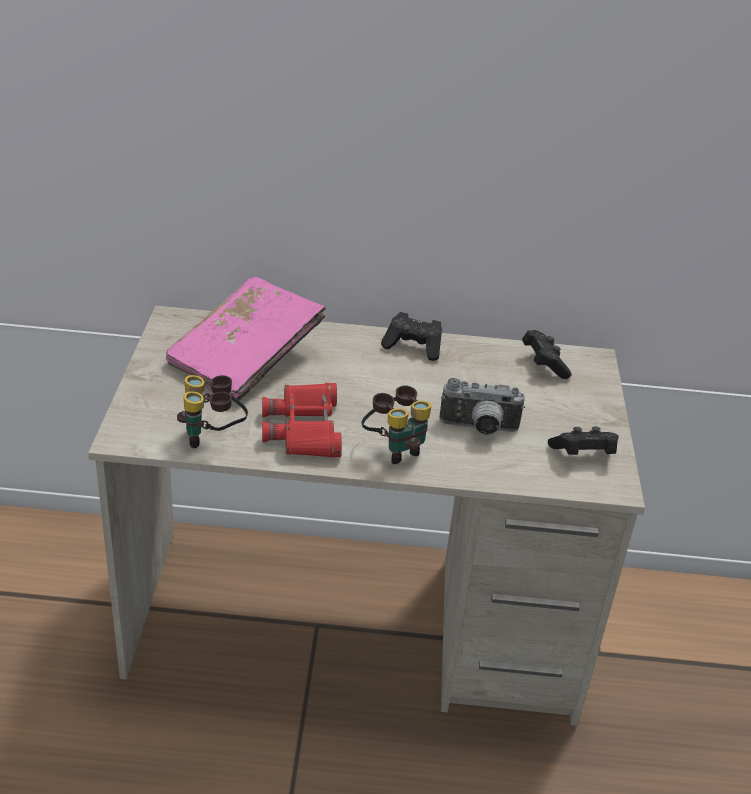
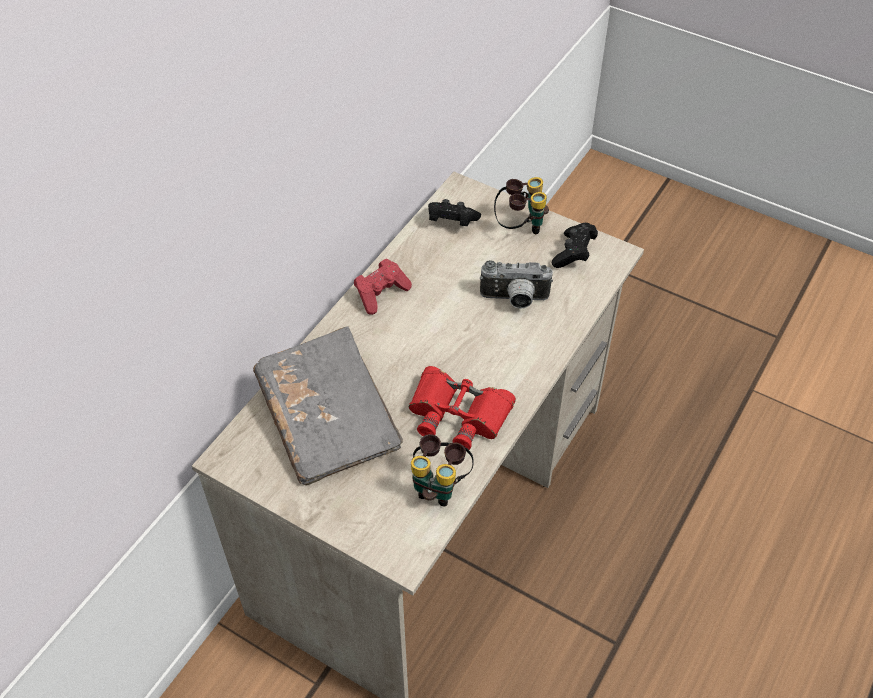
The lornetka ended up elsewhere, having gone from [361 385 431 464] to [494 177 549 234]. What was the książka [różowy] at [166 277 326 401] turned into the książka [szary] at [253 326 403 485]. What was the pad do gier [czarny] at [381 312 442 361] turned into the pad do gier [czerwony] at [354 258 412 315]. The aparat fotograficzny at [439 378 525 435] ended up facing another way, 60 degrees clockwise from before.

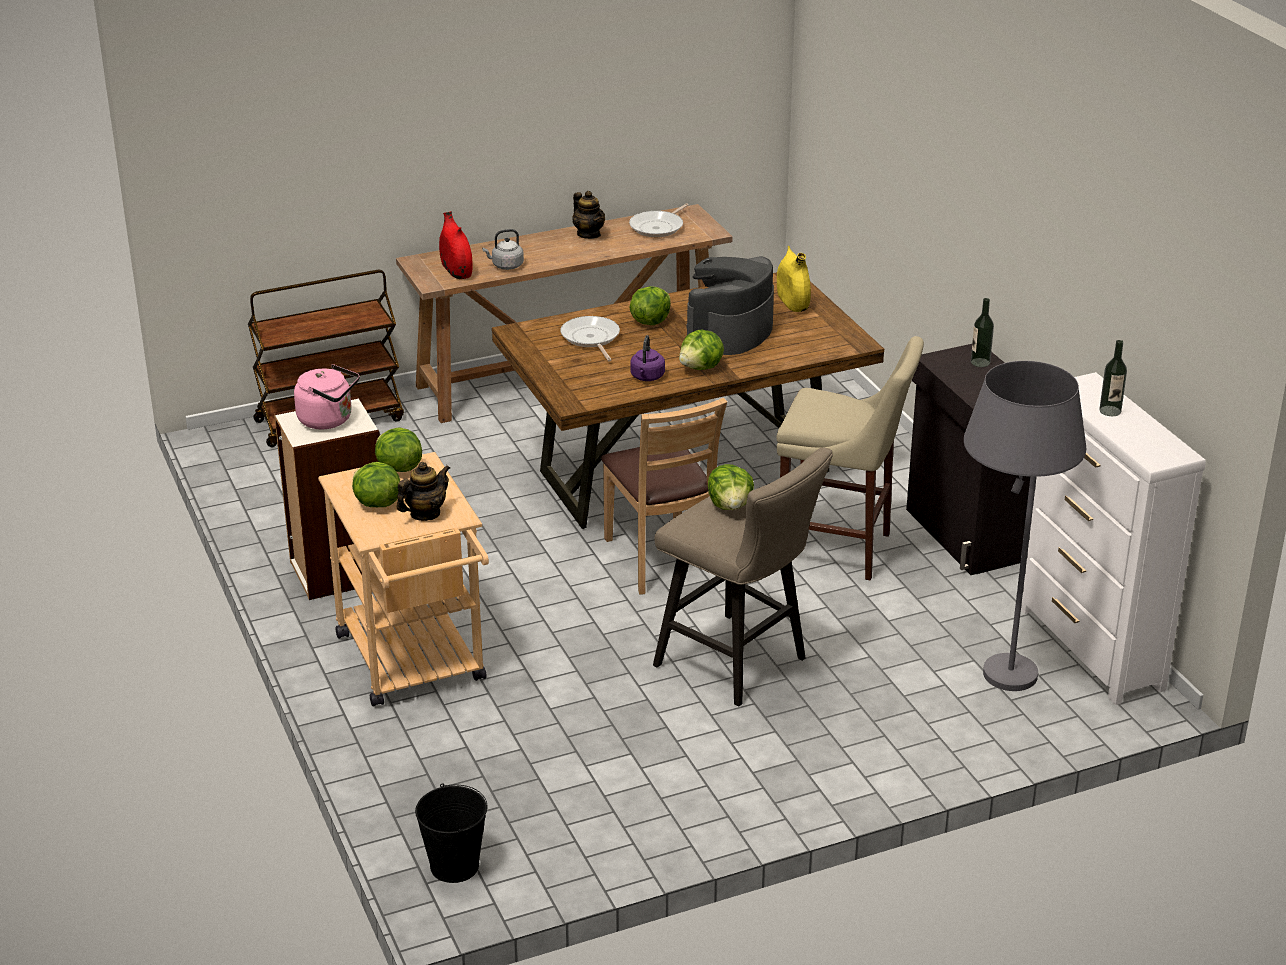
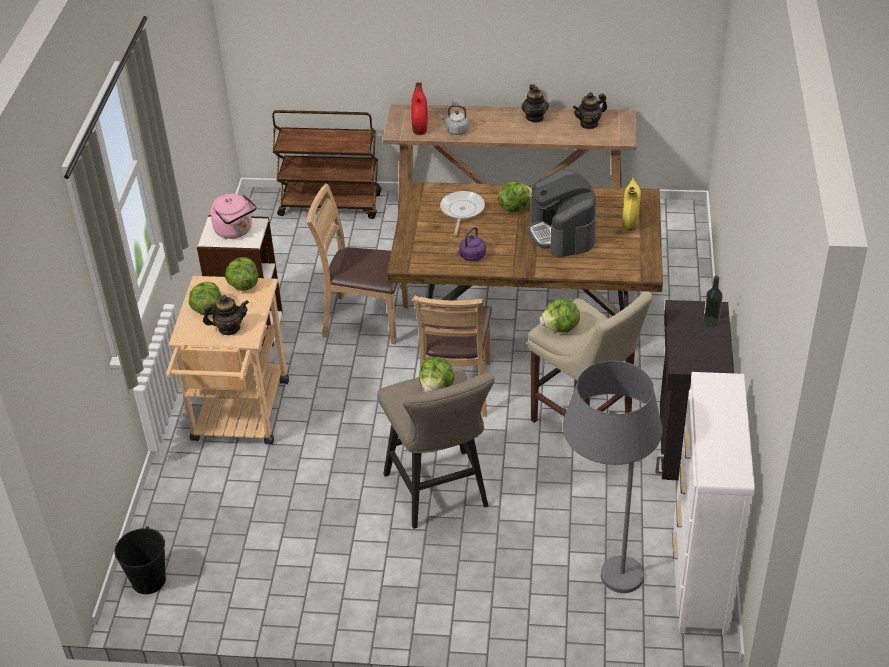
The second view lost the butelka at [1099 340 1127 416]. The second view gained the krzesło [brązowy] at [306 184 409 344]. The sałata ended up elsewhere, having gone from [679 330 724 370] to [540 299 580 333]. Where the patelnia stood at [629 203 689 237], the imbryk came to stand at [573 92 607 129]. The ekspres do kawy at [686 256 774 355] ended up facing another way, 75 degrees counterclockwise from before.

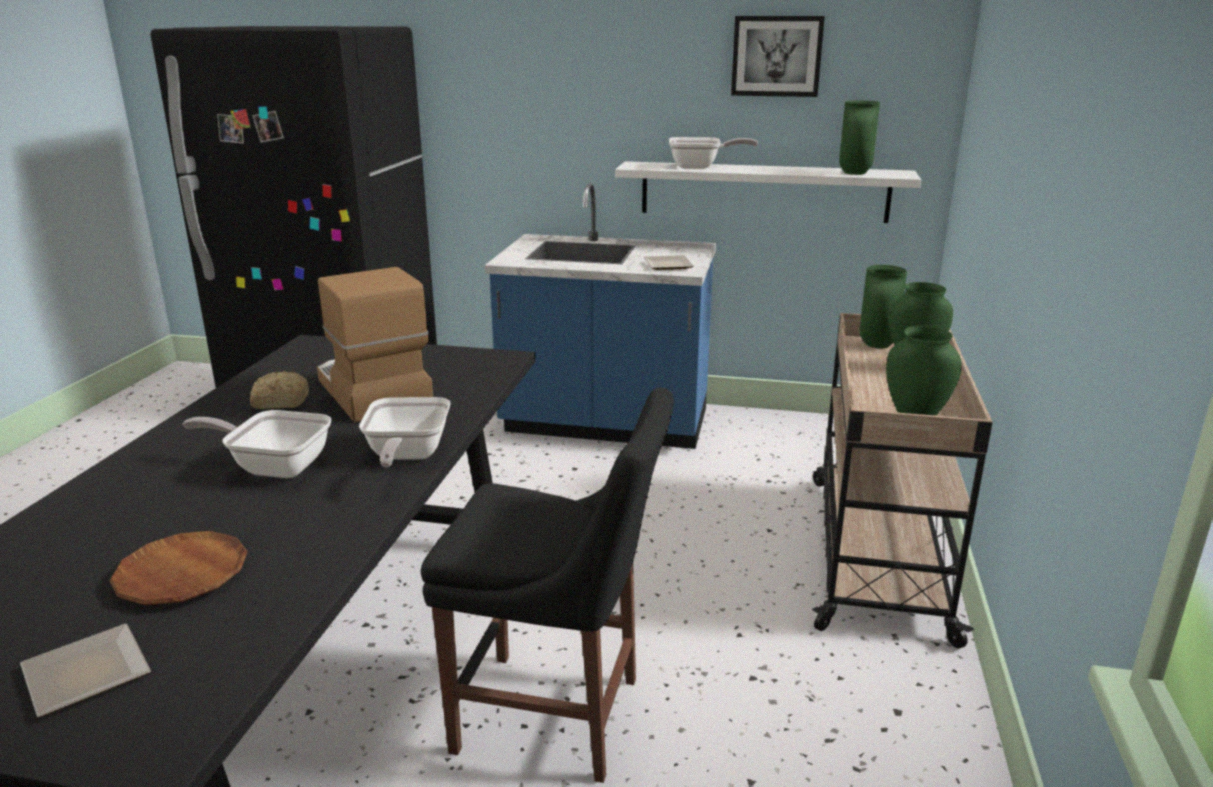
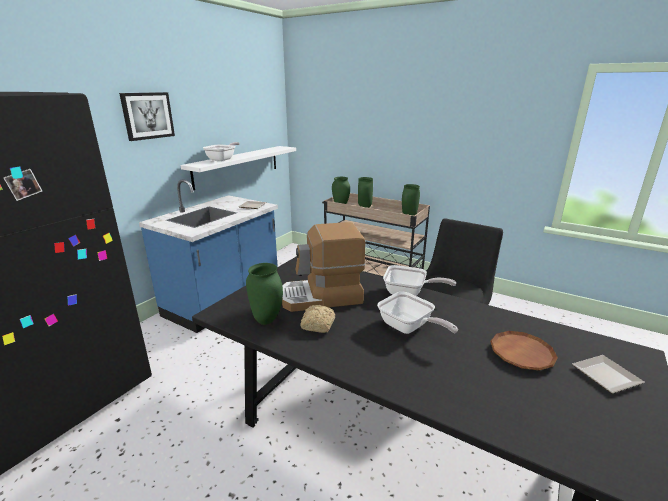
The obraz ended up elsewhere, having gone from [731 16 825 97] to [119 92 175 141]. The wazon [zielony] ended up elsewhere, having gone from [839 101 880 175] to [246 263 283 325]. The patelnia at [183 410 331 478] ended up facing another way, 75 degrees counterclockwise from before.

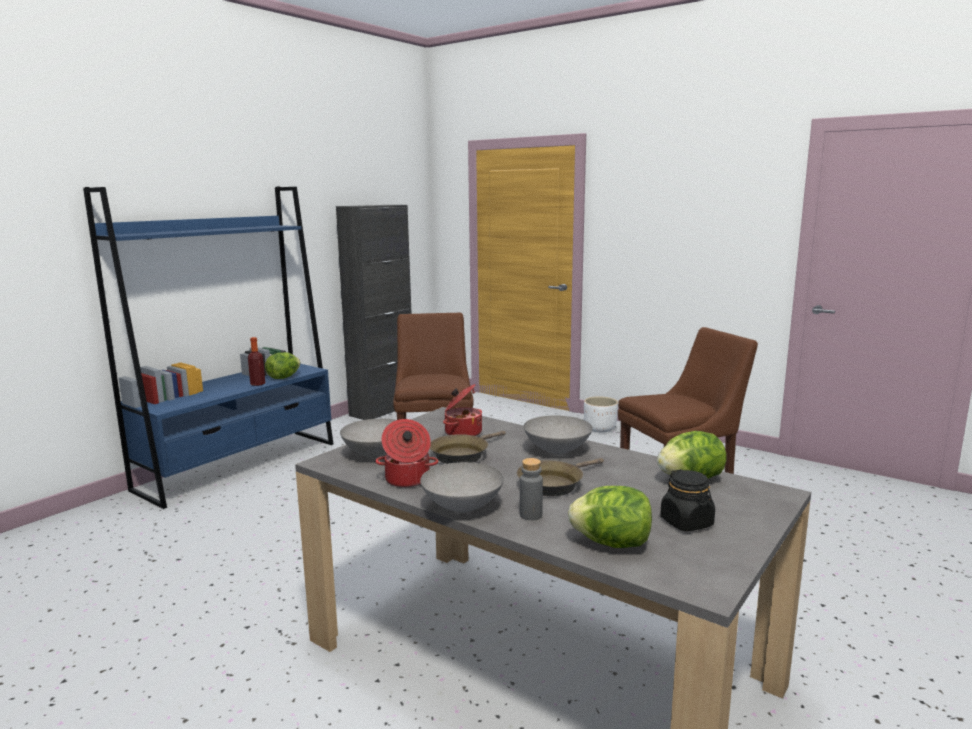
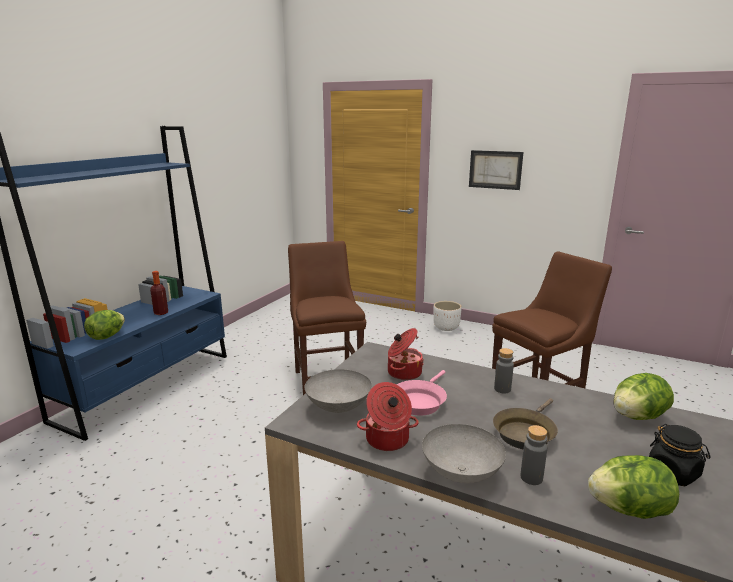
The second view lost the szafka [czarny] at [336 205 412 420]. The second view gained the obraz at [469 150 523 190]. The sałata ended up elsewhere, having gone from [265 352 301 379] to [84 310 125 340]. Where the miska [szary] stood at [524 415 593 455], the butelka [szary] came to stand at [494 348 514 393]. What was the patelnia [brązowy] at [430 431 506 464] turned into the patelnia [różowy] at [397 370 447 415].

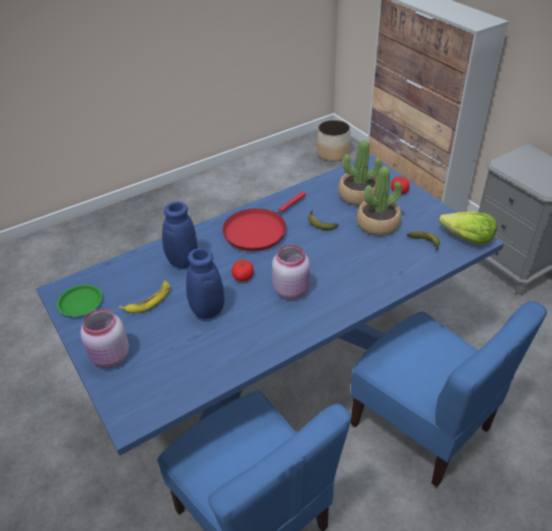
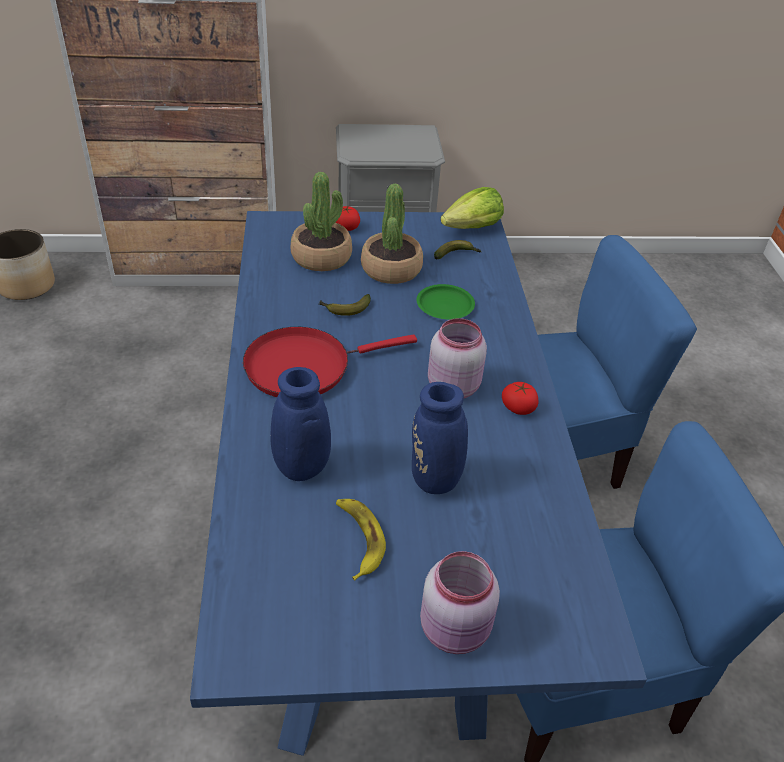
The talerz [zielony] ended up elsewhere, having gone from [57 284 103 316] to [416 284 475 319]. The pomidor ended up elsewhere, having gone from [232 260 254 281] to [502 382 539 415]. The patelnia [czerwony] at [222 192 306 251] ended up facing another way, 90 degrees clockwise from before.

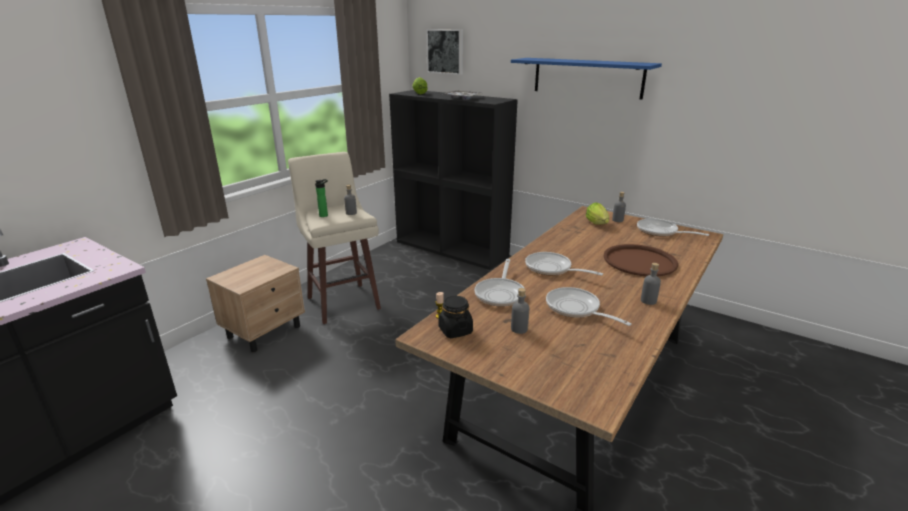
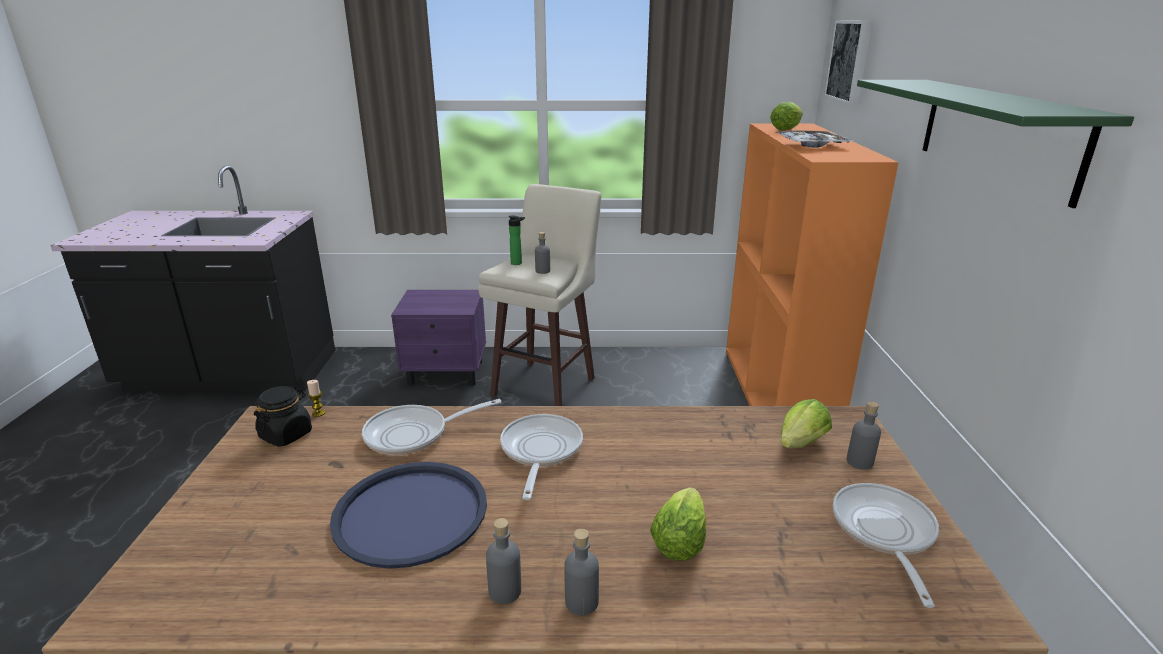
The butelka [szary] ended up elsewhere, having gone from [511 288 529 334] to [564 529 599 616]. Where the patelnia stood at [546 287 632 326], the taca [niebieski] came to stand at [330 462 487 569]. Where the taca [brązowy] stood at [604 244 678 276], the sałata came to stand at [650 487 706 561]. What was the szafka nocna [beżowy] at [206 255 305 352] turned into the szafka nocna [fioletowy] at [391 290 486 386]. What was the regał [czarny] at [389 90 518 270] turned into the regał [pomarańczowy] at [726 124 899 406]. What was the półka [niebieski] at [511 58 662 100] turned into the półka [zielony] at [857 80 1134 208].

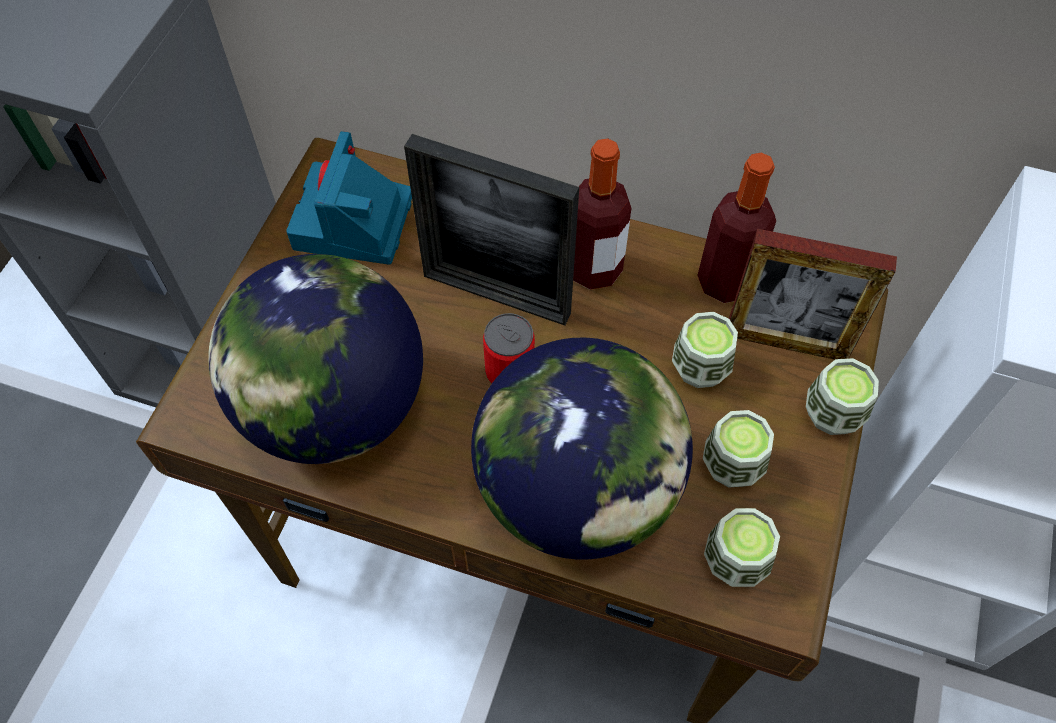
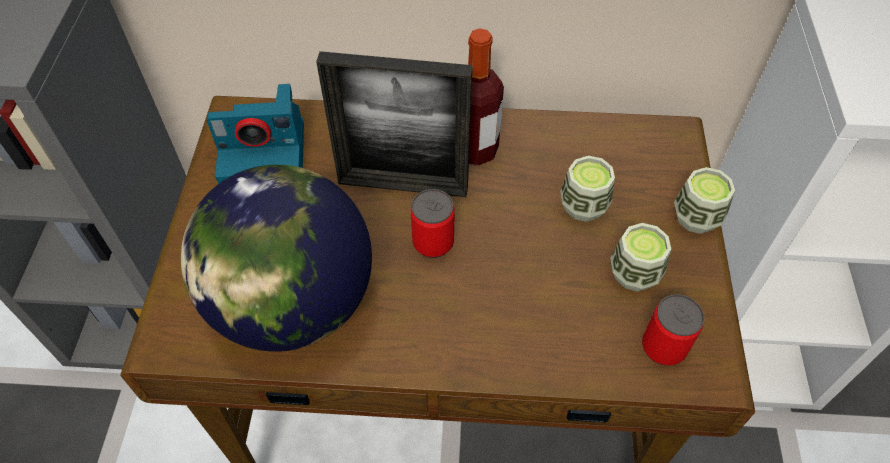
The second view lost the globus at [471 338 693 560]. The second view lost the butelka at [697 153 776 303]. The second view lost the ramka na zdjęcie at [729 229 897 360]. Where the filiżanka stood at [704 508 780 587], the puszka came to stand at [642 294 704 366]. The aparat fotograficzny at [286 131 412 265] ended up facing another way, 90 degrees counterclockwise from before.

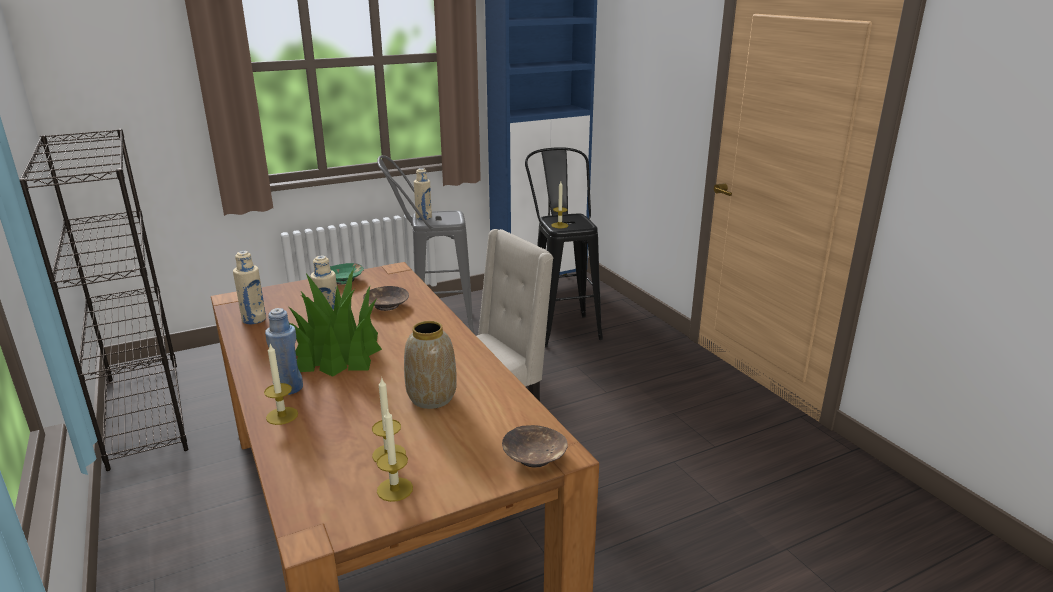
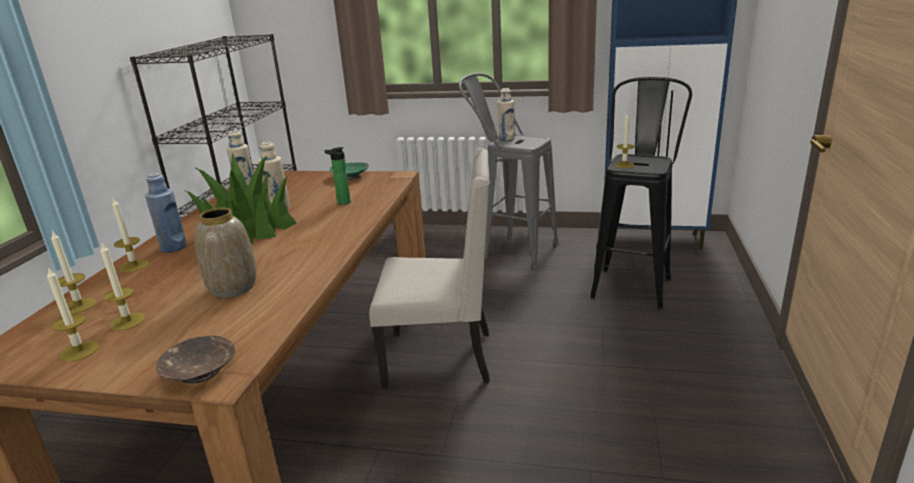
The second view gained the świeca at [51 230 97 314]. Where the miska [brązowy] stood at [363 286 409 311], the butelka came to stand at [324 147 351 205].

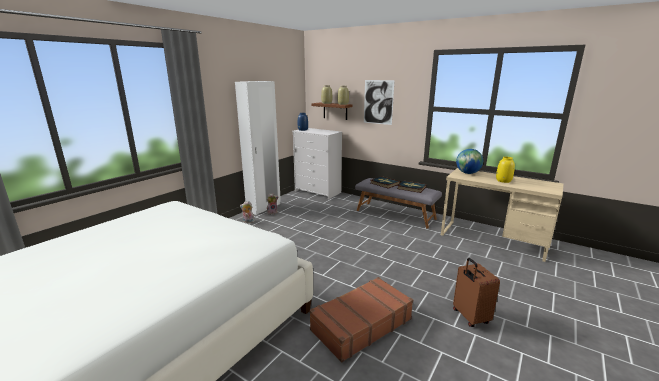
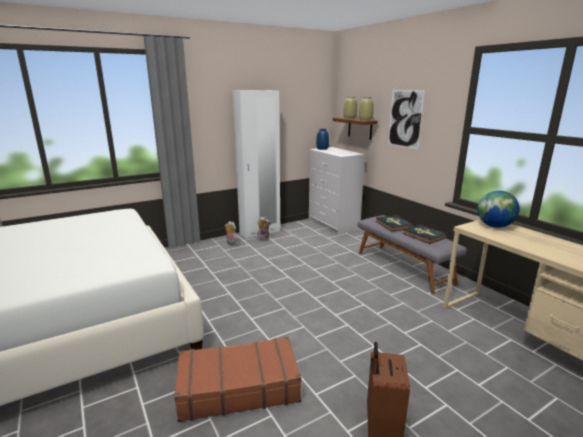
The second view lost the wazon [żółty] at [496 157 515 183].

